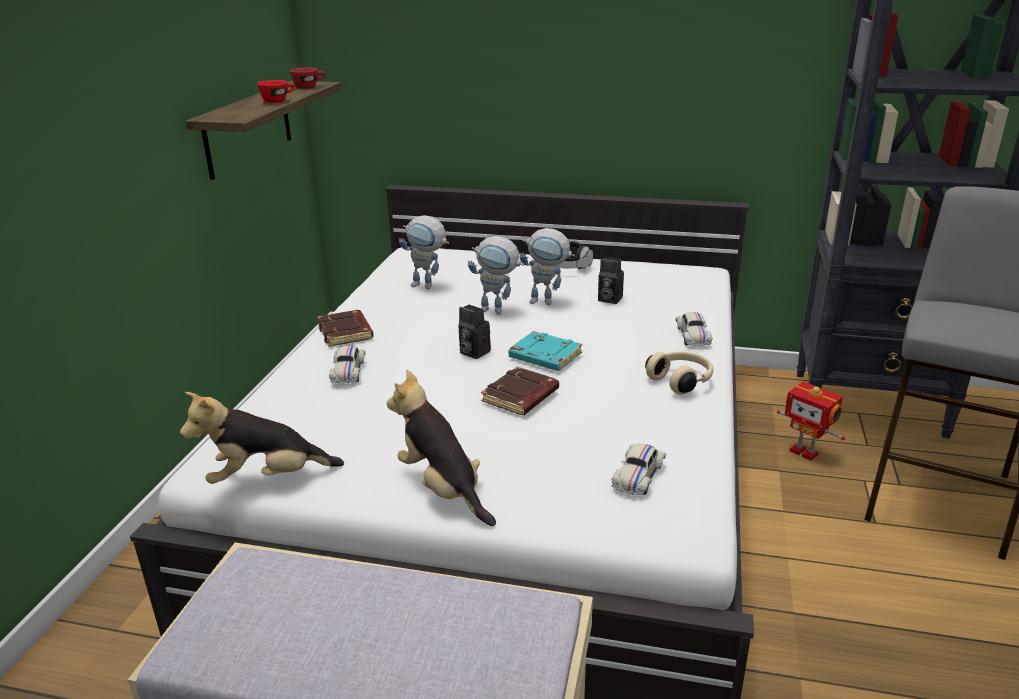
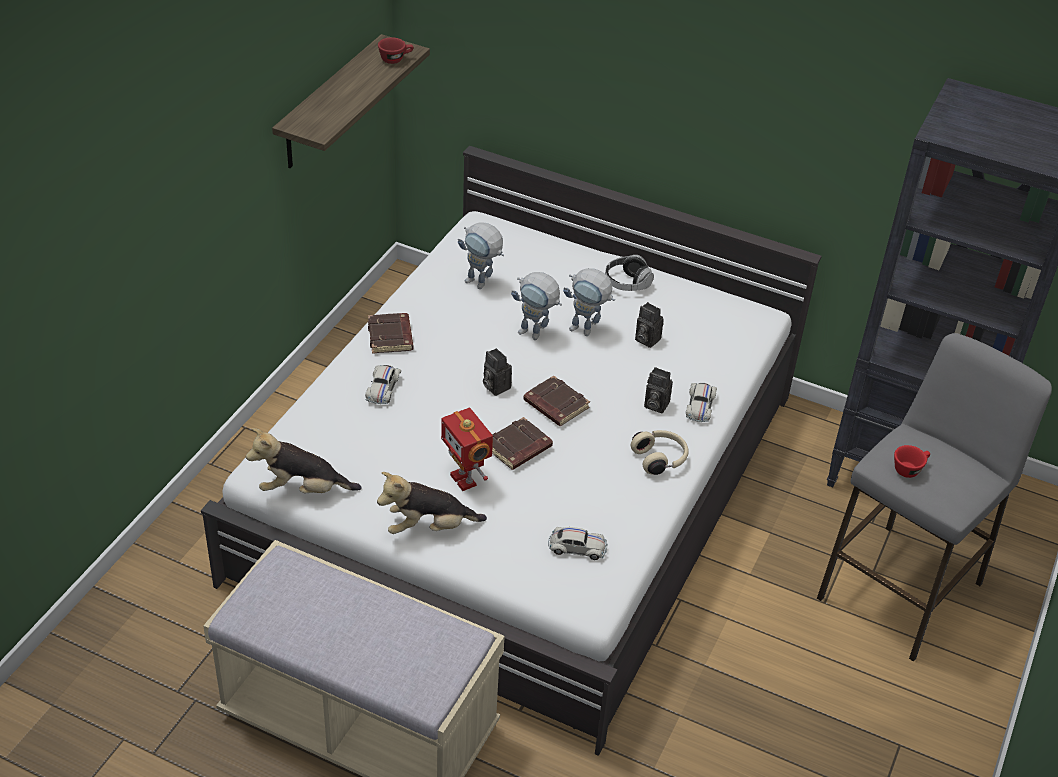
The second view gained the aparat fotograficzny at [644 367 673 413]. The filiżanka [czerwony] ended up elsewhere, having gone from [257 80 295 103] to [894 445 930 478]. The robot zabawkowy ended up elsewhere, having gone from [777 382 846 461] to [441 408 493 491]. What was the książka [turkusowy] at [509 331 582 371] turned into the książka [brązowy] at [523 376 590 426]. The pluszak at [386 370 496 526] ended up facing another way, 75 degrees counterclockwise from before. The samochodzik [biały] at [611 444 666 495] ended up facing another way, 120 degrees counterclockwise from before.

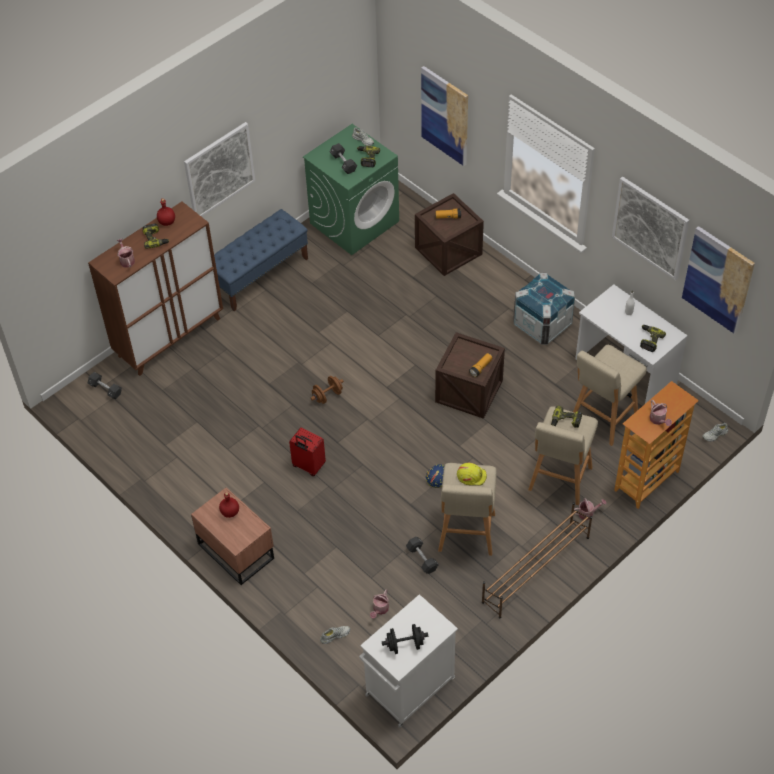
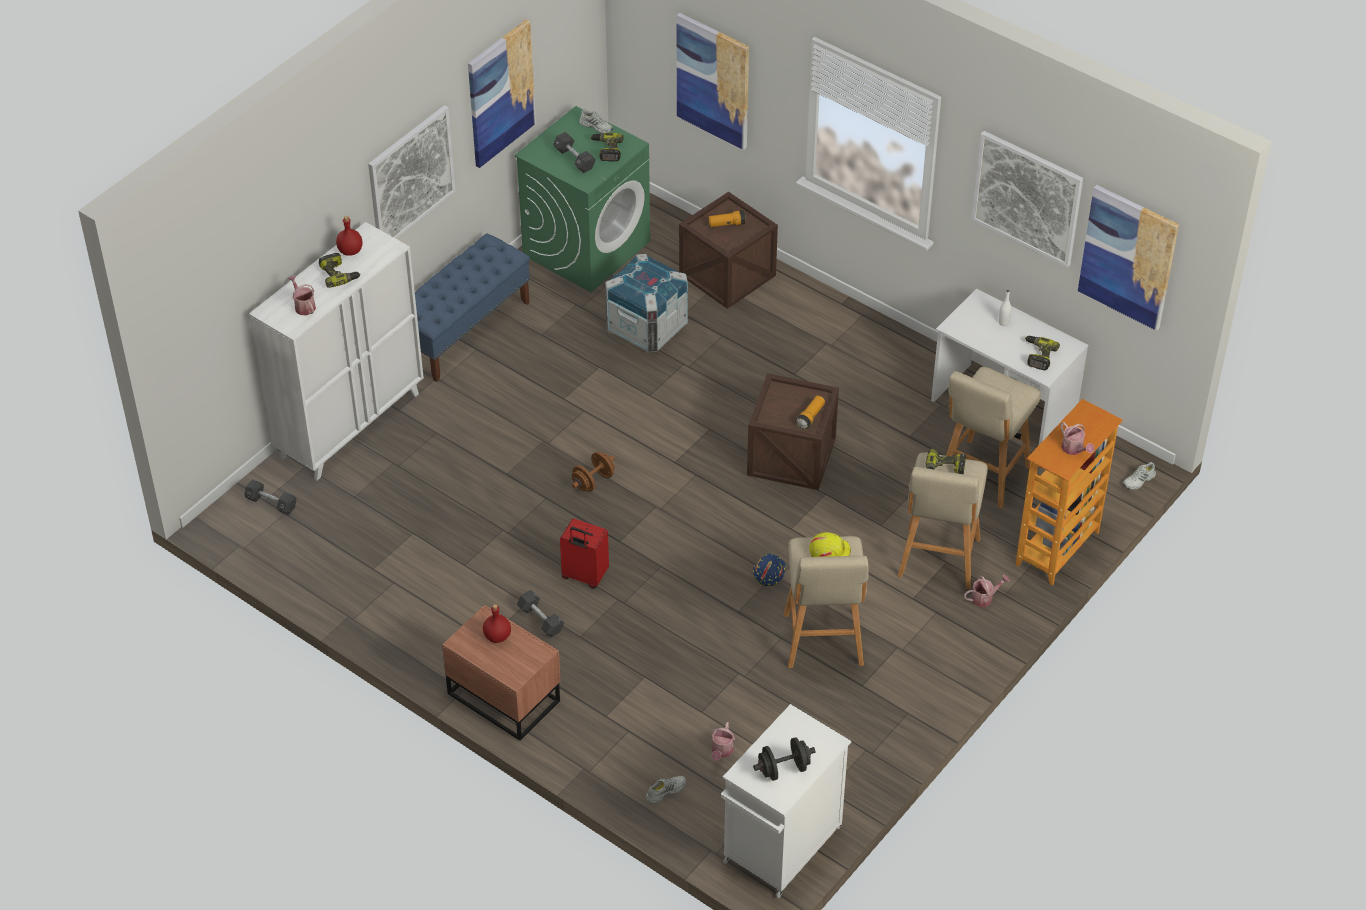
The second view lost the regał na buty [brązowy] at [482 502 592 618]. The second view gained the obraz at [468 19 536 168]. The hantel [czarny] ended up elsewhere, having gone from [406 537 439 574] to [517 590 564 637]. The skrzynka ended up elsewhere, having gone from [513 273 575 345] to [605 254 688 353]. What was the szafka [brązowy] at [88 202 223 376] turned into the szafka [biały] at [249 222 424 480].

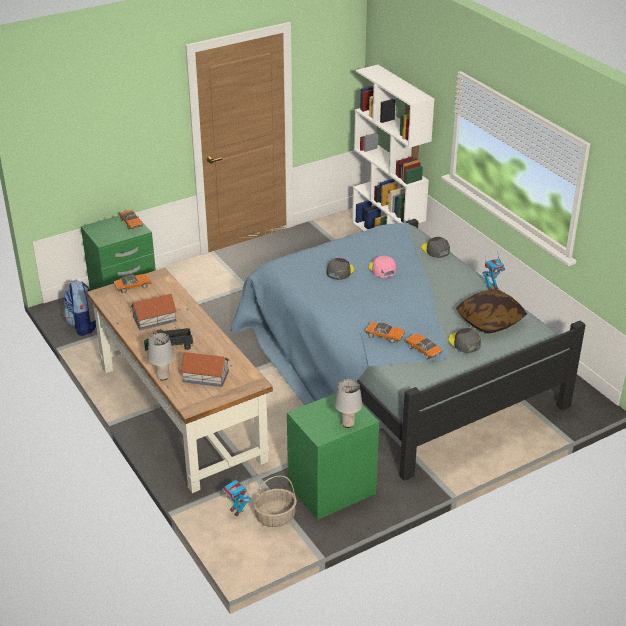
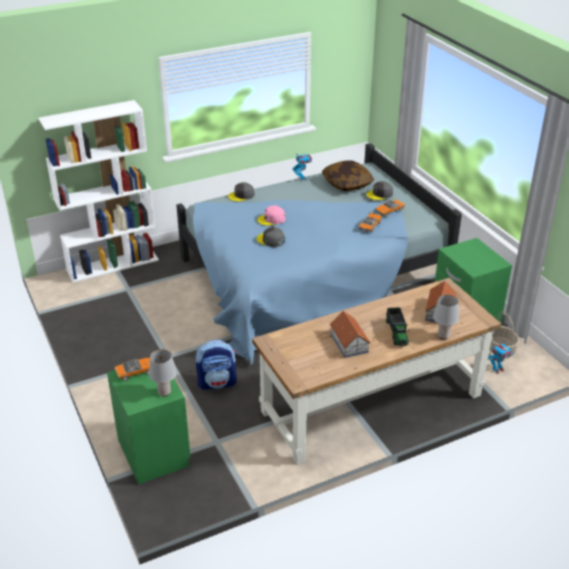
The second view lost the samochodzik at [114 274 151 293]. The plecak ended up elsewhere, having gone from [63 280 96 336] to [196 340 237 390]. The lampa stołowa [szary] ended up elsewhere, having gone from [335 379 362 428] to [149 349 177 397].

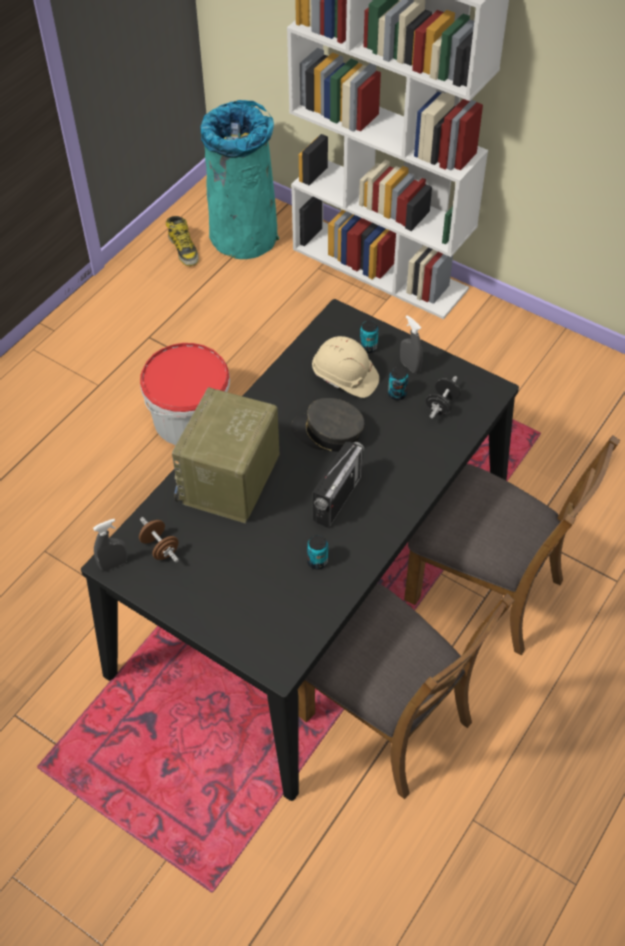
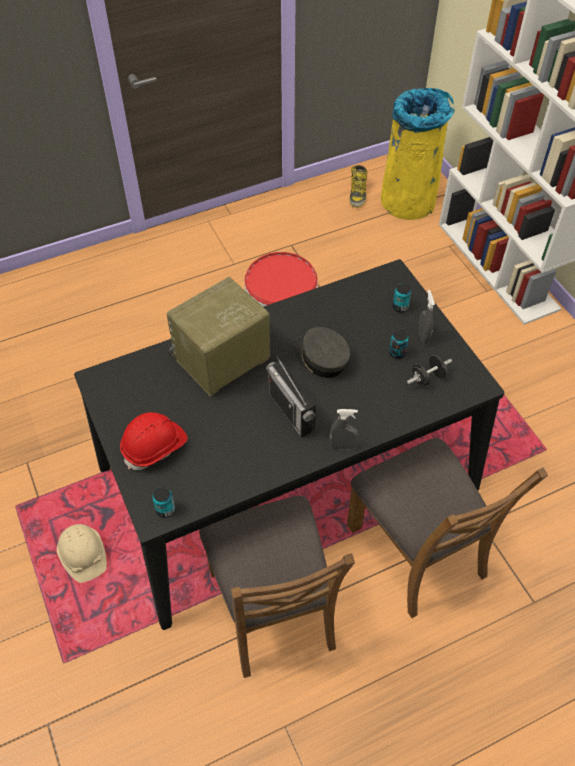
The second view lost the hantel [brązowy] at [139 517 179 562]. The second view gained the kask [czerwony] at [120 412 188 470]. The spryskiwacz [szary] ended up elsewhere, having gone from [93 519 128 571] to [329 409 359 450]. The puszka ended up elsewhere, having gone from [307 535 328 569] to [152 487 175 518]. The kask [beżowy] ended up elsewhere, having gone from [312 336 379 398] to [57 524 107 583]. What was the kosz na śmieci [turkusowy] at [201 100 279 259] turned into the kosz na śmieci [żółty] at [381 88 455 220]. The radio at [312 442 364 528] ended up facing another way, 90 degrees clockwise from before.

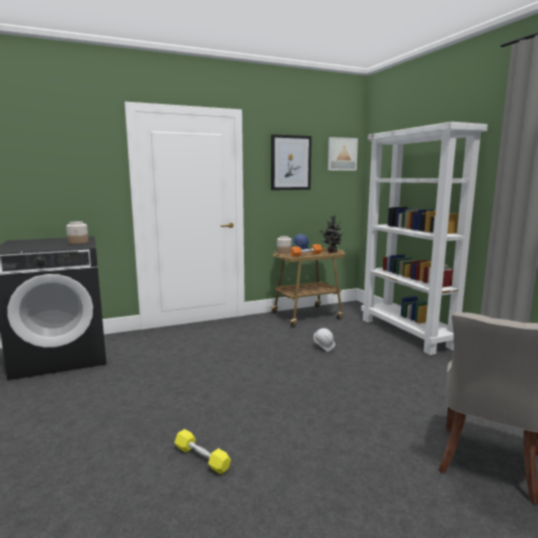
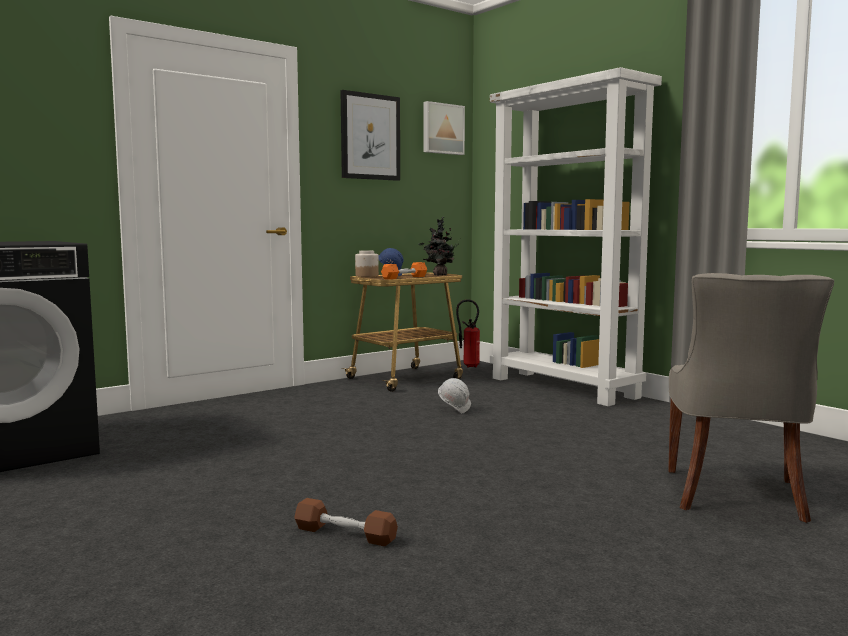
The second view lost the słoik at [66 221 88 244]. The second view gained the gaśnica at [456 299 480 368]. What was the hantel [żółty] at [174 429 231 474] turned into the hantel [brązowy] at [295 498 398 546].

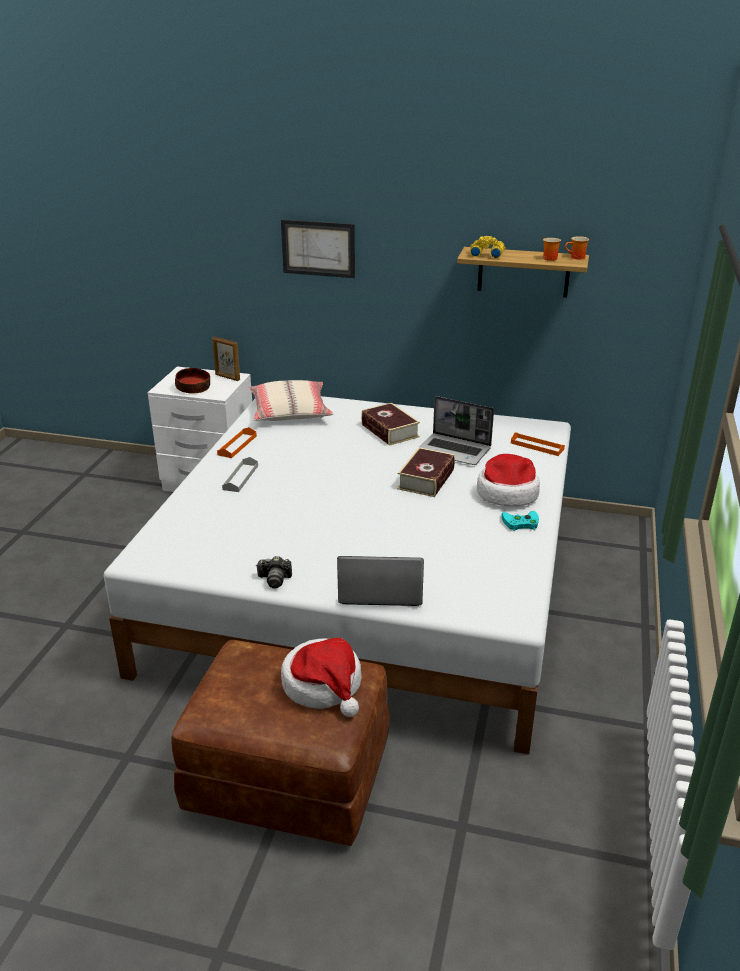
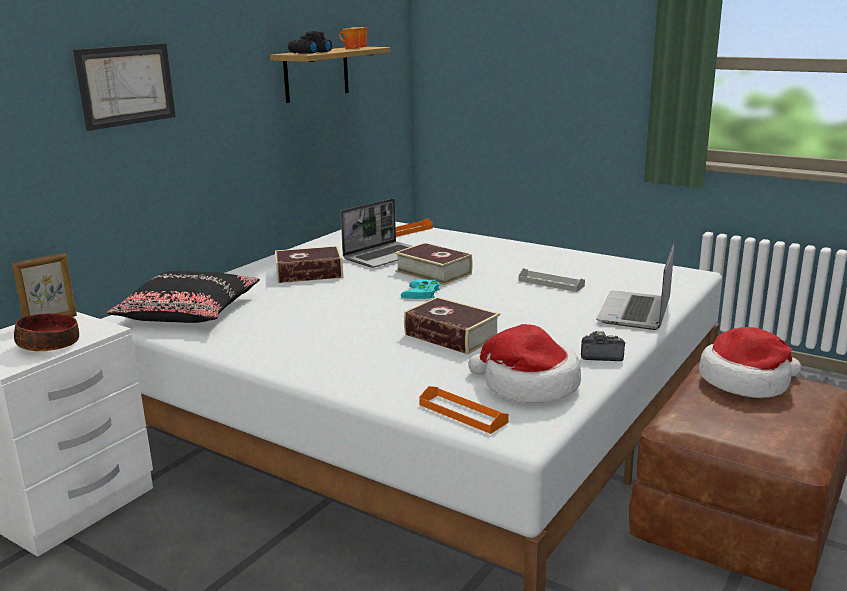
The second view gained the książka at [404 297 500 354]. The taca [pomarańczowy] ended up elsewhere, having gone from [217 427 257 458] to [419 386 509 434]. The taca [szary] ended up elsewhere, having gone from [222 457 258 492] to [518 268 585 292]. The kapelusz ended up elsewhere, having gone from [477 454 540 506] to [468 324 581 403]. The pad do gier [turkusowy] ended up elsewhere, having gone from [501 511 539 531] to [401 279 440 299]. What was the poduszka [beżowy] at [249 380 333 421] turned into the poduszka [czarny] at [107 271 260 323]. What was the lornetka [żółty] at [470 236 506 258] turned into the lornetka [czarny] at [288 31 332 54]. The aparat fotograficzny at [256 556 292 588] ended up facing another way, 105 degrees counterclockwise from before.

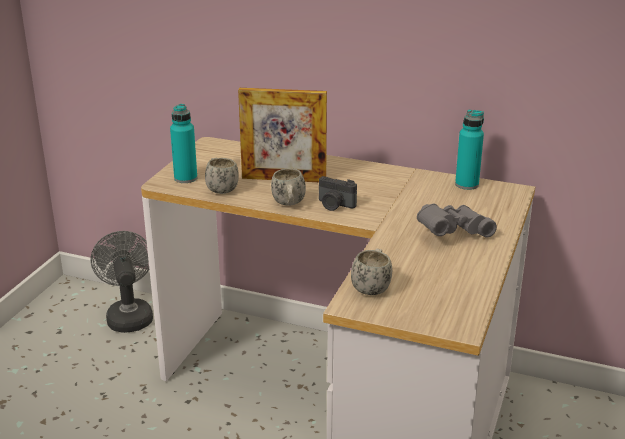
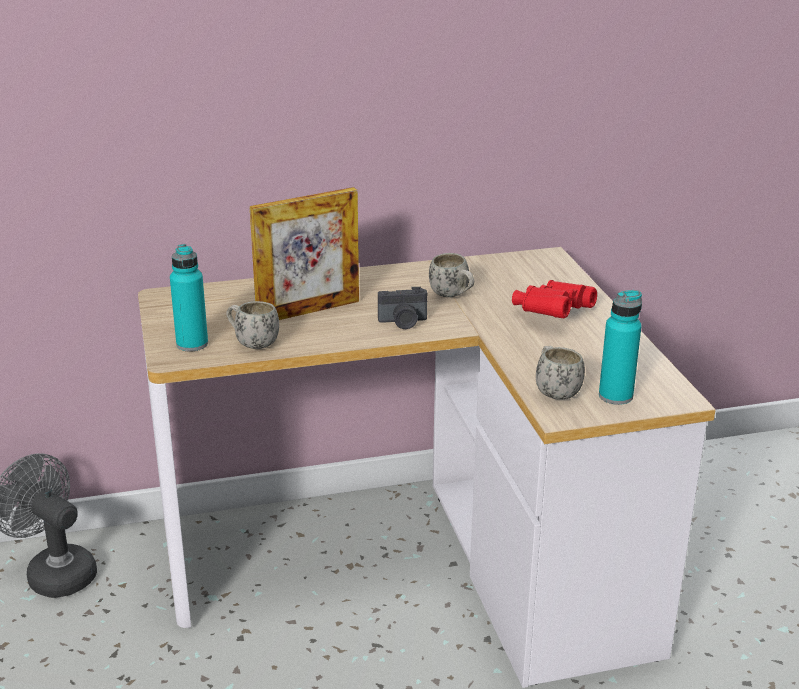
The kubek [biały] ended up elsewhere, having gone from [271 168 306 206] to [429 253 474 297]. The butelka [turkusowy] ended up elsewhere, having gone from [455 110 484 190] to [599 290 642 405]. What was the lornetka [szary] at [417 204 497 238] turned into the lornetka [czerwony] at [512 280 597 318].

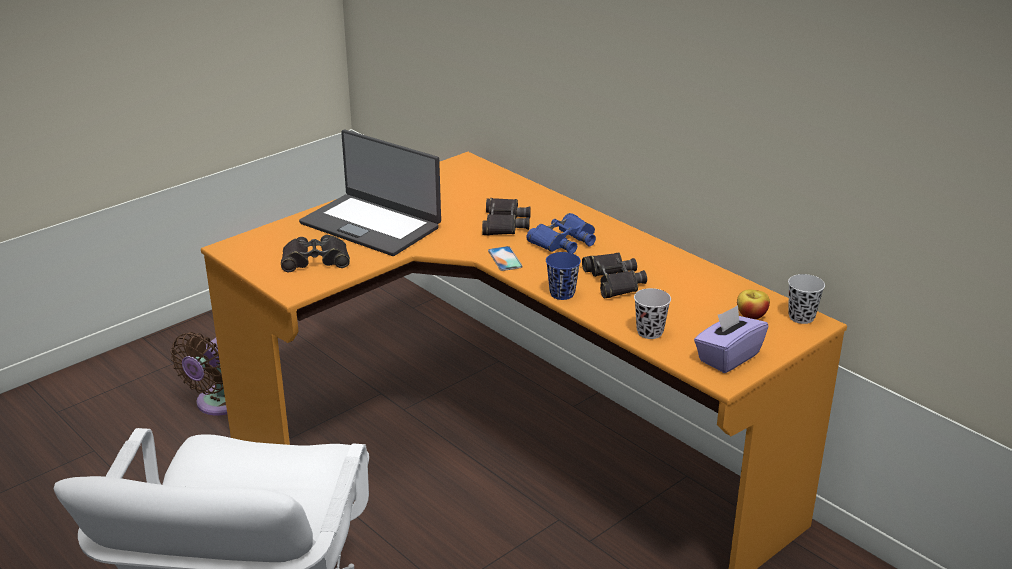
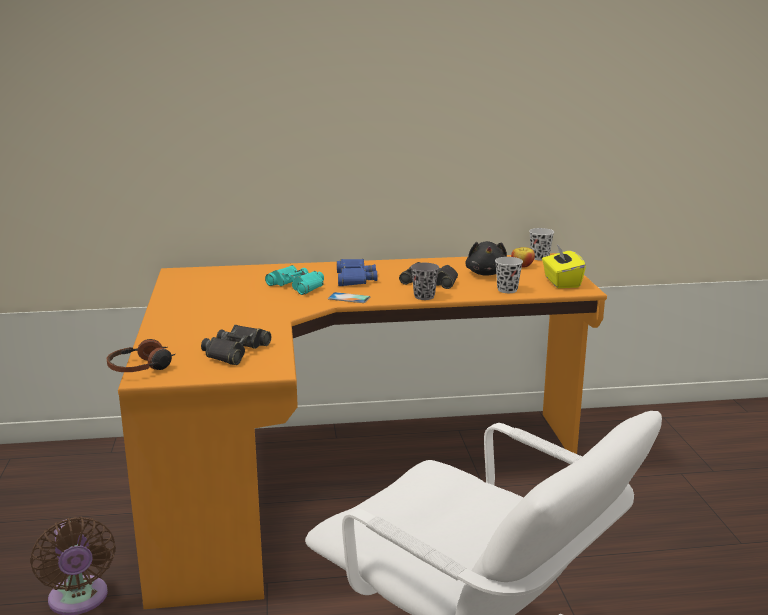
The second view lost the laptop at [299 130 441 256]. The second view gained the słuchawki at [107 339 175 372]. The second view gained the pluszak [czarny] at [465 241 507 276]. What was the lornetka [czarny] at [482 198 531 235] turned into the lornetka [turkusowy] at [265 265 324 295]. What was the filiżanka [niebieski] at [546 252 581 300] turned into the filiżanka [szary] at [411 263 439 300]. What was the pudełko chusteczek [fioletowy] at [694 305 769 373] turned into the pudełko chusteczek [żółty] at [542 245 586 288].

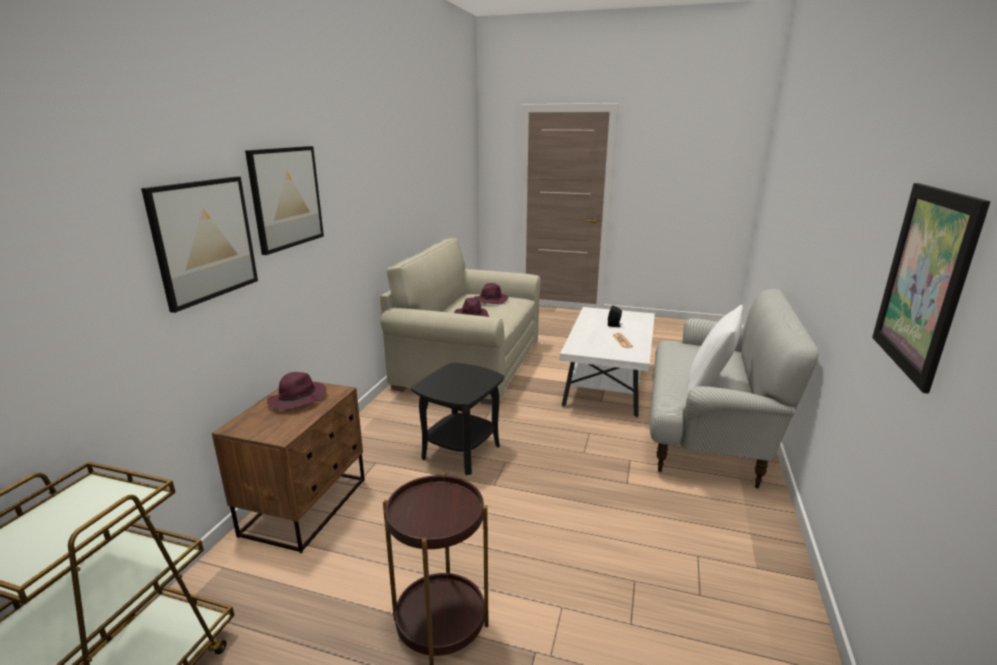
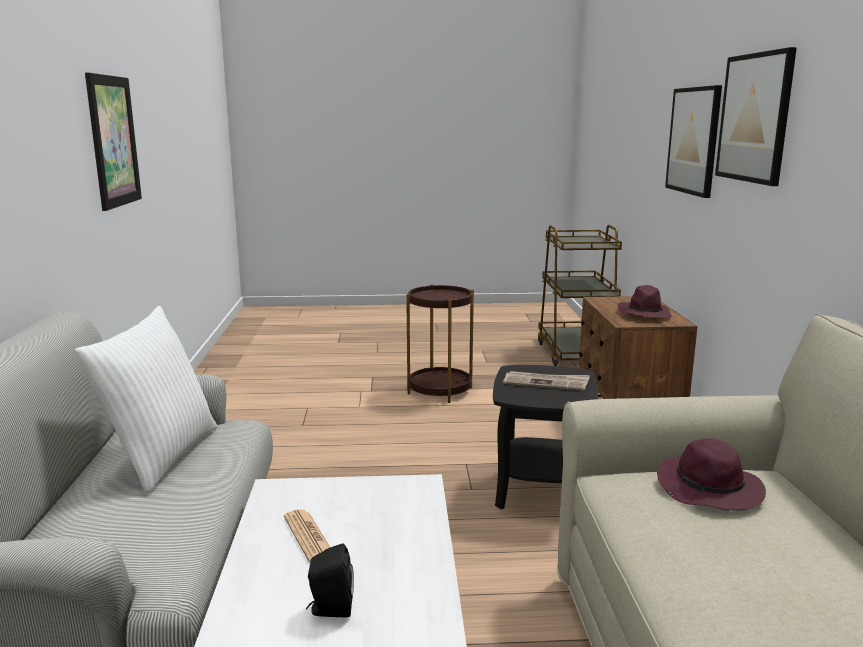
The second view lost the kapelusz [fioletowy] at [474 283 509 304]. The second view gained the gazeta at [503 371 590 391].

